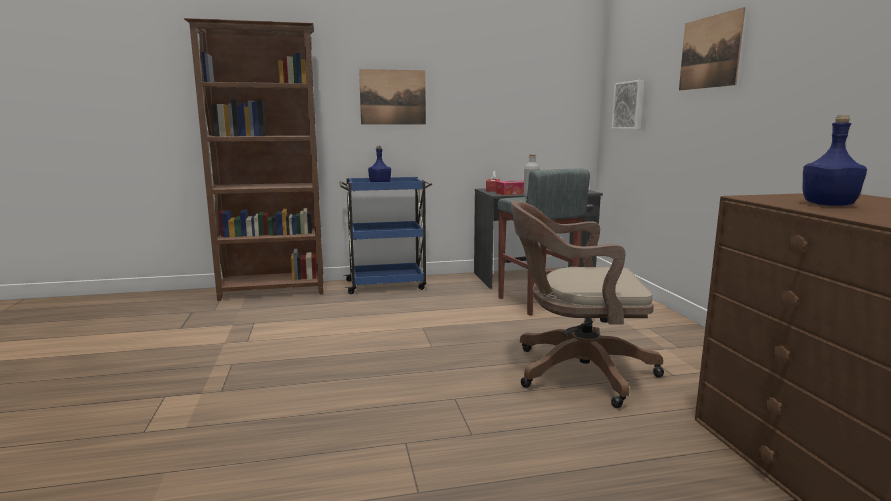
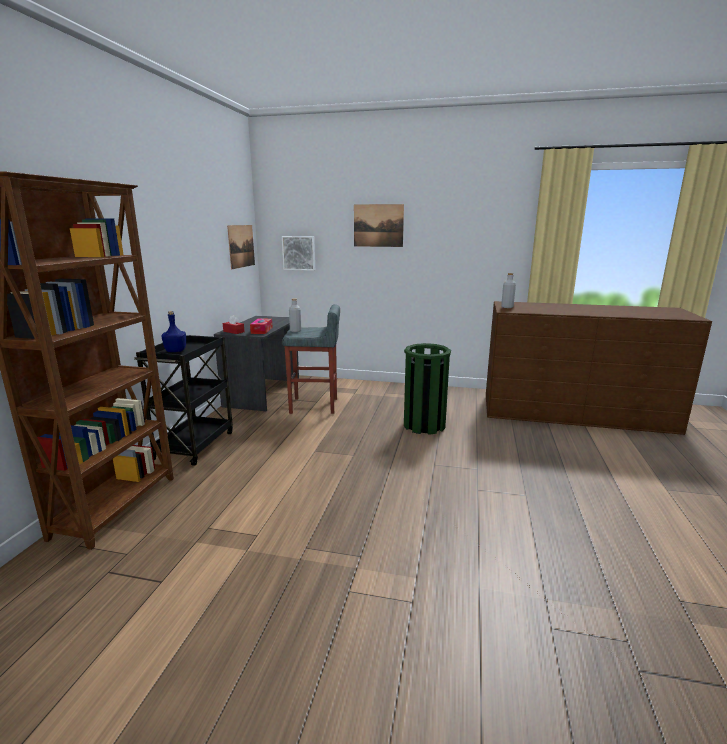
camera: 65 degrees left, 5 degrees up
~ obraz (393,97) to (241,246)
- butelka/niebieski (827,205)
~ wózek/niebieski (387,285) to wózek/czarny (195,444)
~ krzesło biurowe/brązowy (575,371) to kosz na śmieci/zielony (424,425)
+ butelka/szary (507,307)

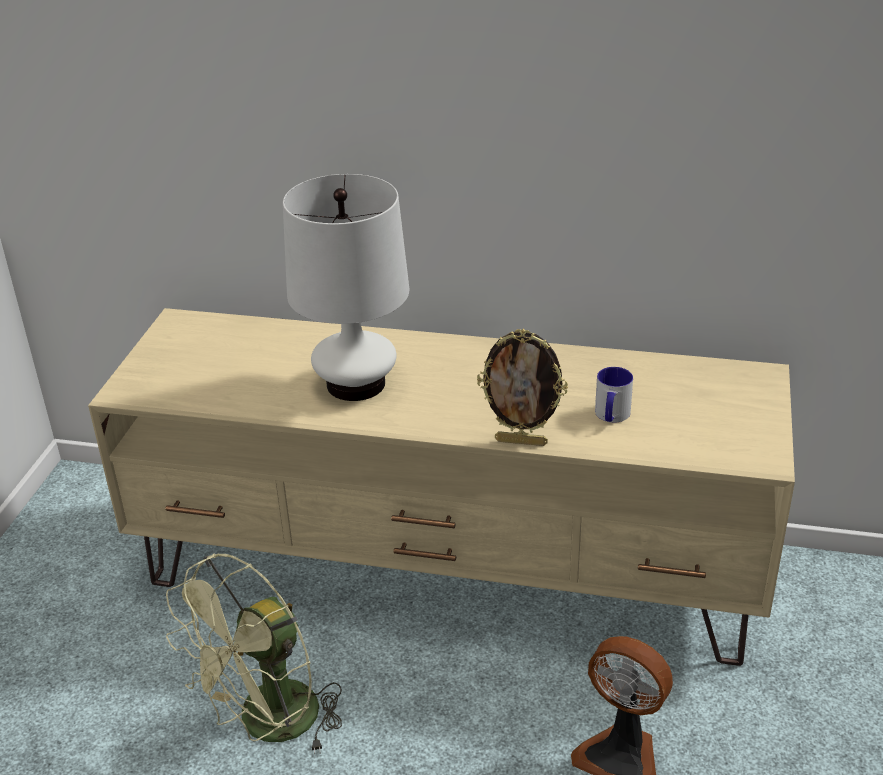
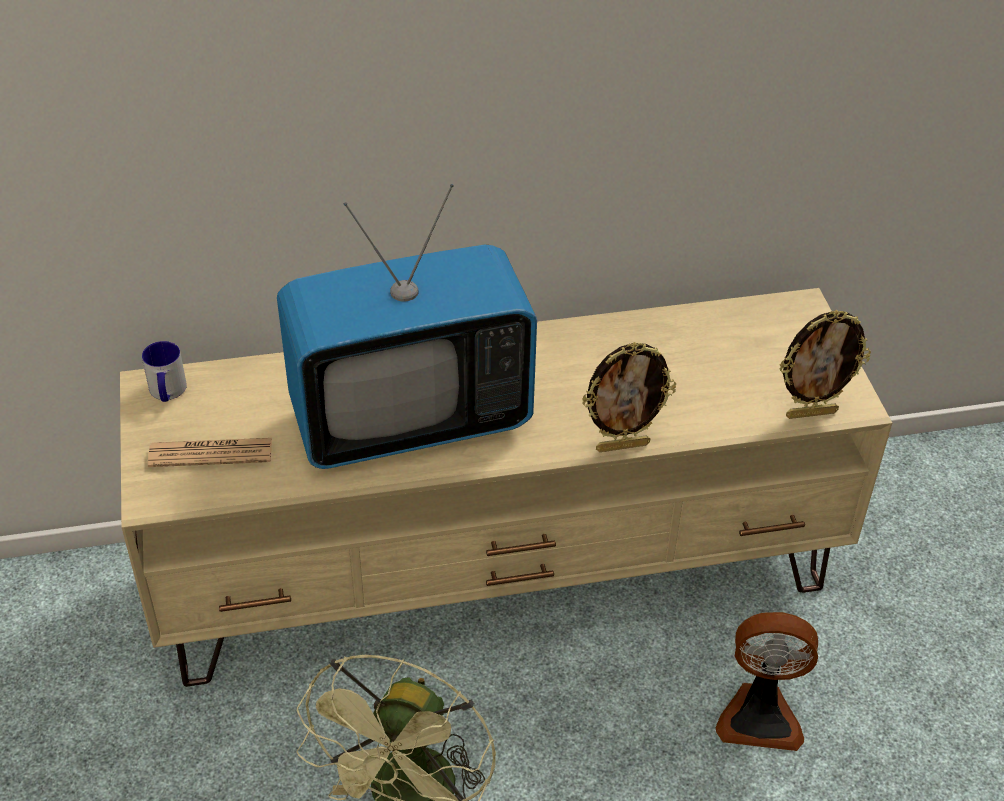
camera: 25 degrees left, 10 degrees up
~ lampa stołowa/biały (356,384) to telewizor (410,419)
~ kubek (611,416) to (167,392)
+ ramka na zdjęcie (811,413)
+ gazeta (211,453)

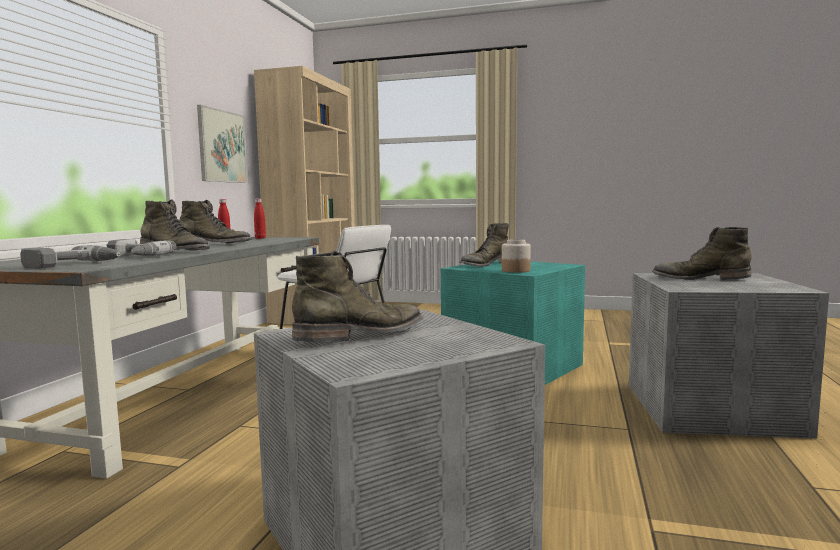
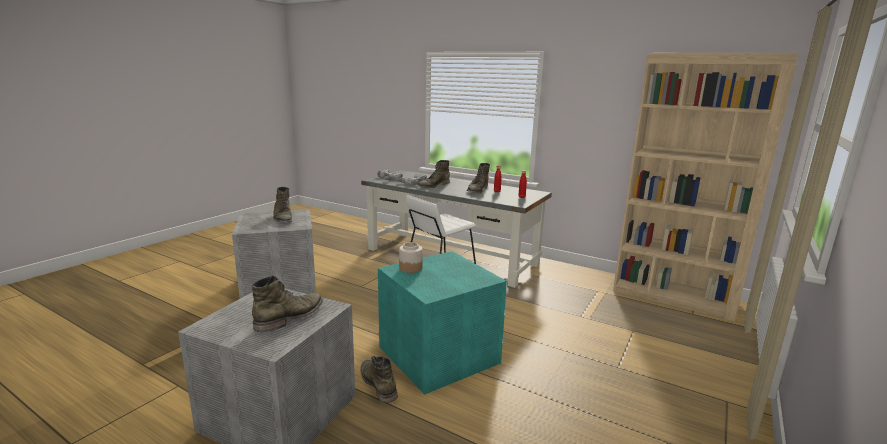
camera: 105 degrees right, 10 degrees up
- obraz (222,146)
~ but z cholewką/zielony (484,264) to (378,384)

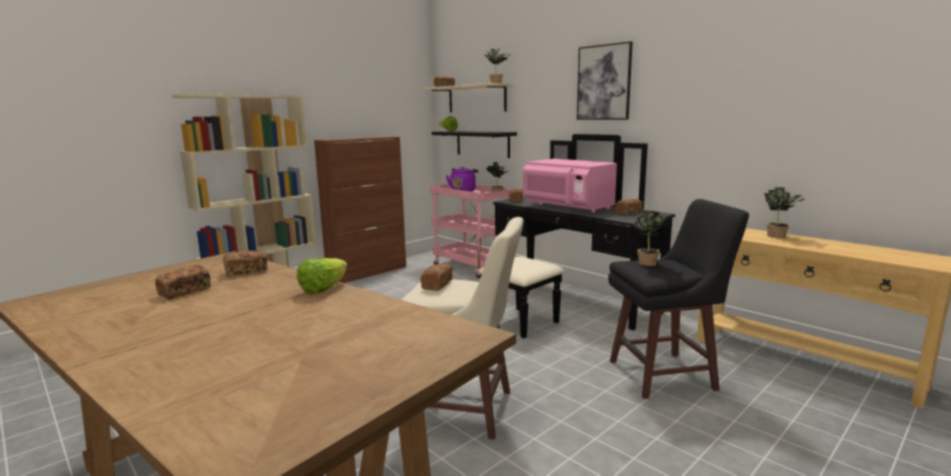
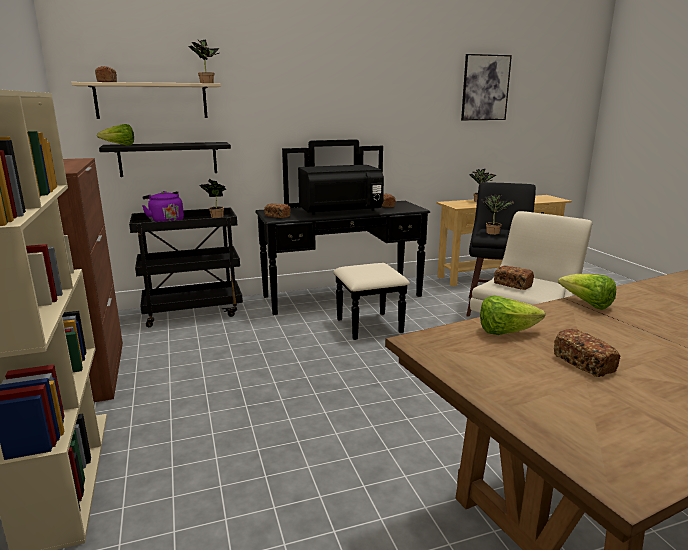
camera: 65 degrees left, 5 degrees up
~ obraz (604,82) to (485,88)
~ mikrofalówka/różowy (567,207) to mikrofalówka/czarny (340,211)
~ wózek/różowy (472,267) to wózek/czarny (194,312)
~ chleb (246,271) to sałata (506,332)

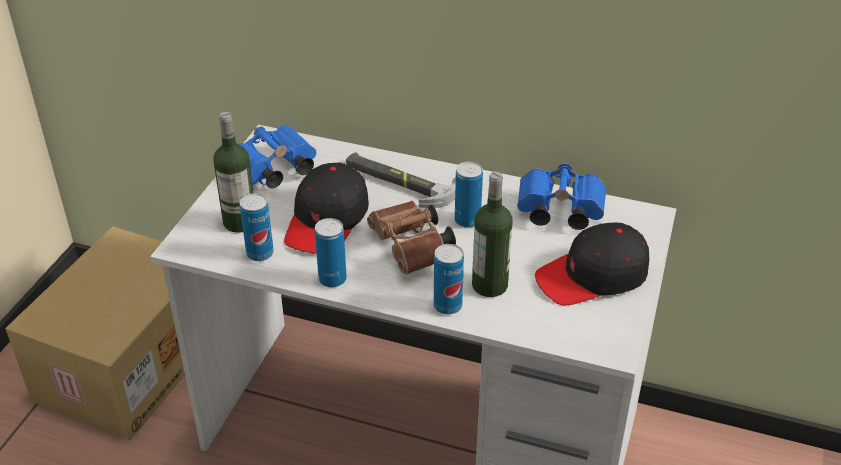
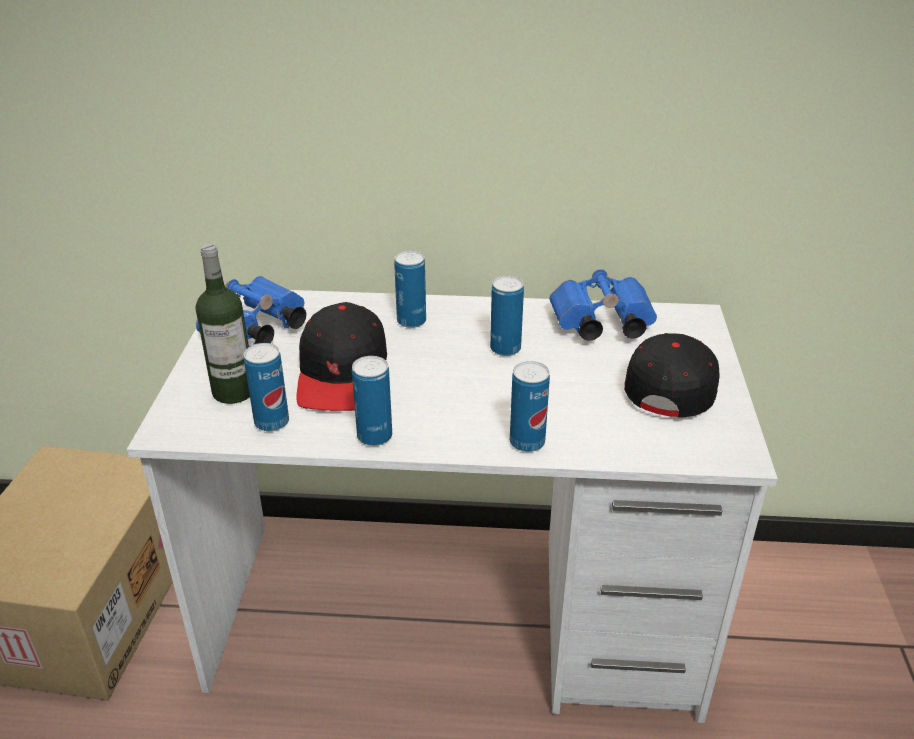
camera: 15 degrees left, 5 degrees down
~ młotek (401,182) to puszka (411,321)
- butelka (489,285)
- lornetka/brązowy (412,250)
~ czapka z daszkiem/czarny (592,276) = (673,384) 150 degrees clockwise

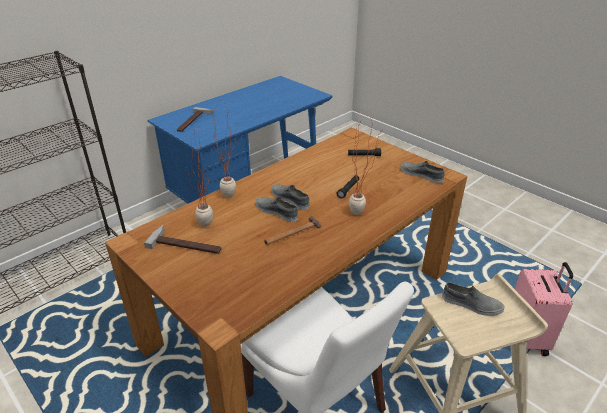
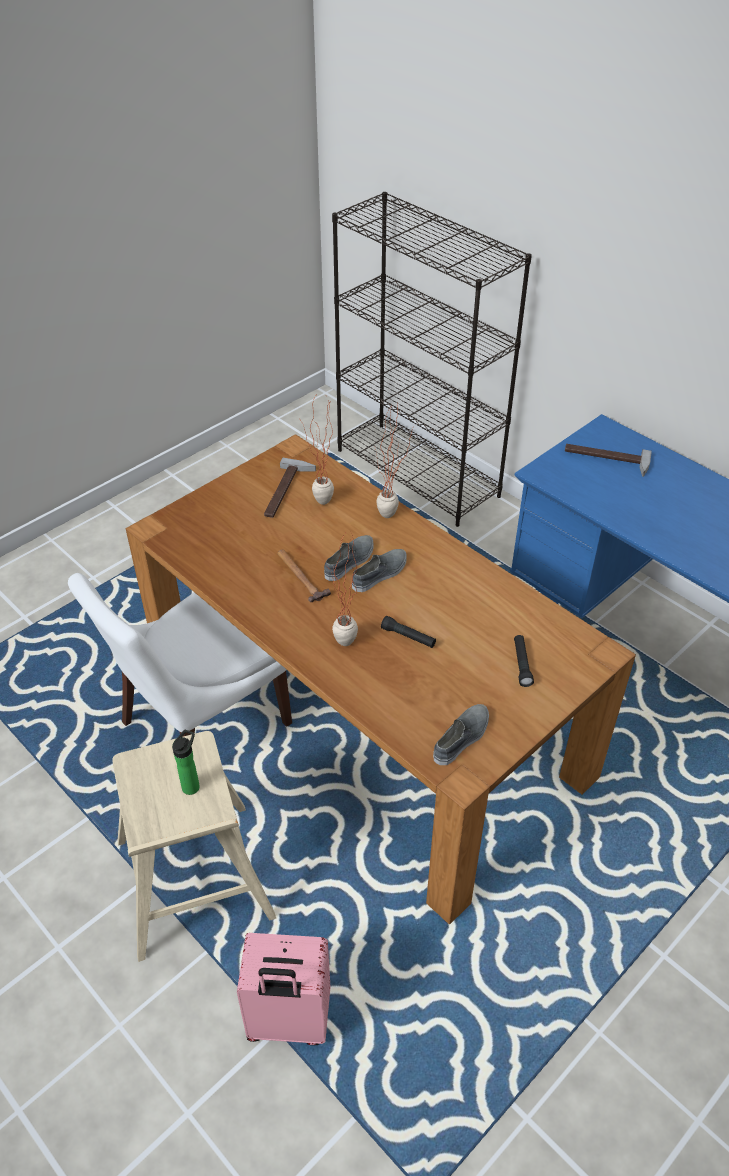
camera: 90 degrees right, 10 degrees up
~ but/szary (471,304) to butelka (192,785)

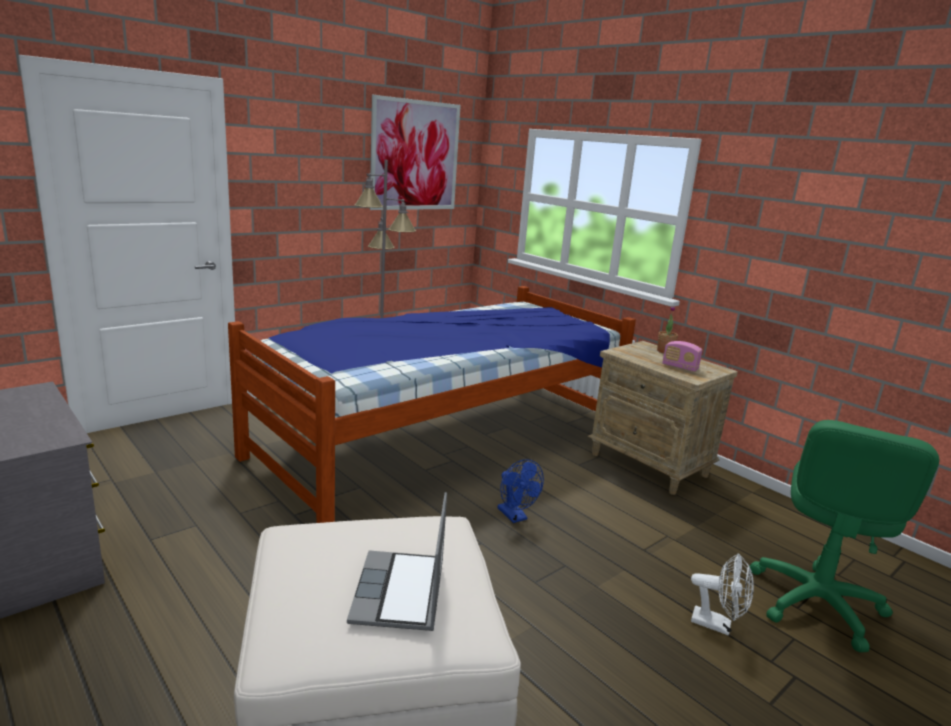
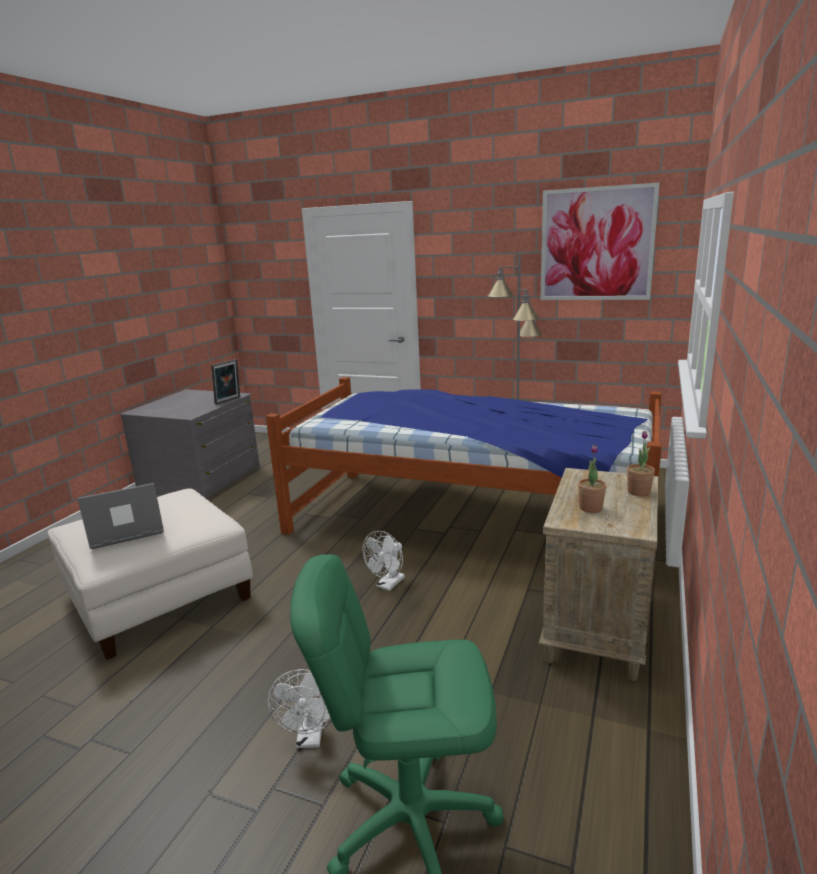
camera: 65 degrees right, 0 degrees up
~ radio (680,367) to roślina doniczkowa (590,508)
~ wentylator/niebieski (515,517) to wentylator/biały (388,585)
+ ramka na zdjęcie (229,401)

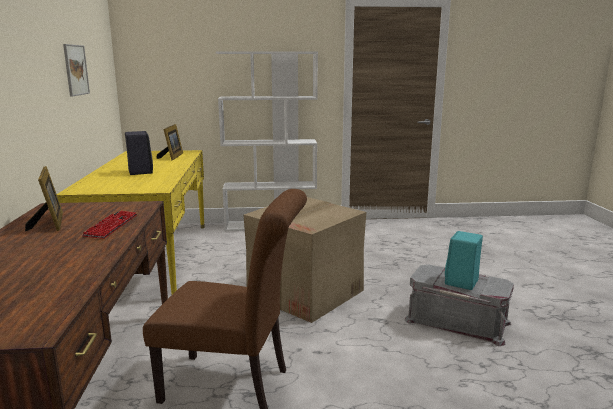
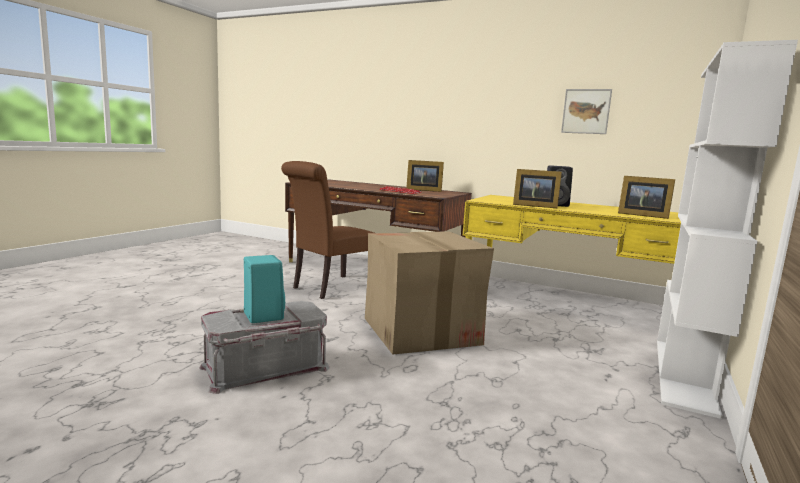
camera: 120 degrees right, 5 degrees down
+ ramka na zdjęcie (533,205)

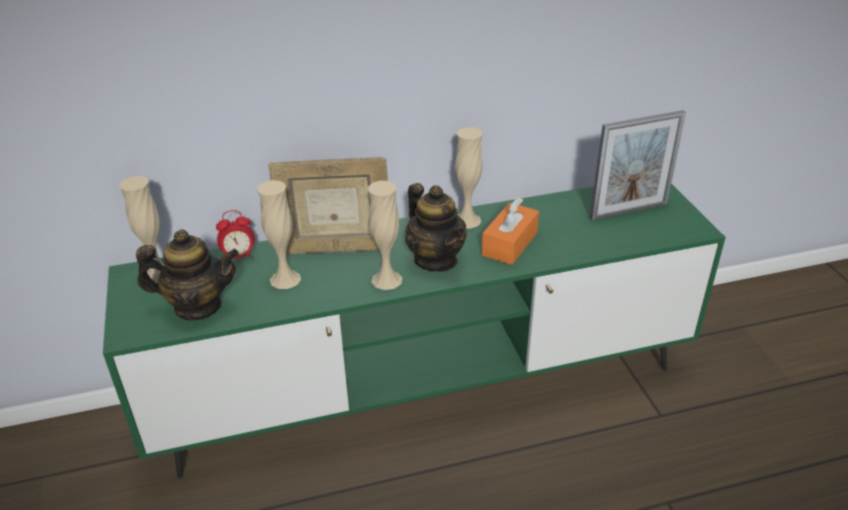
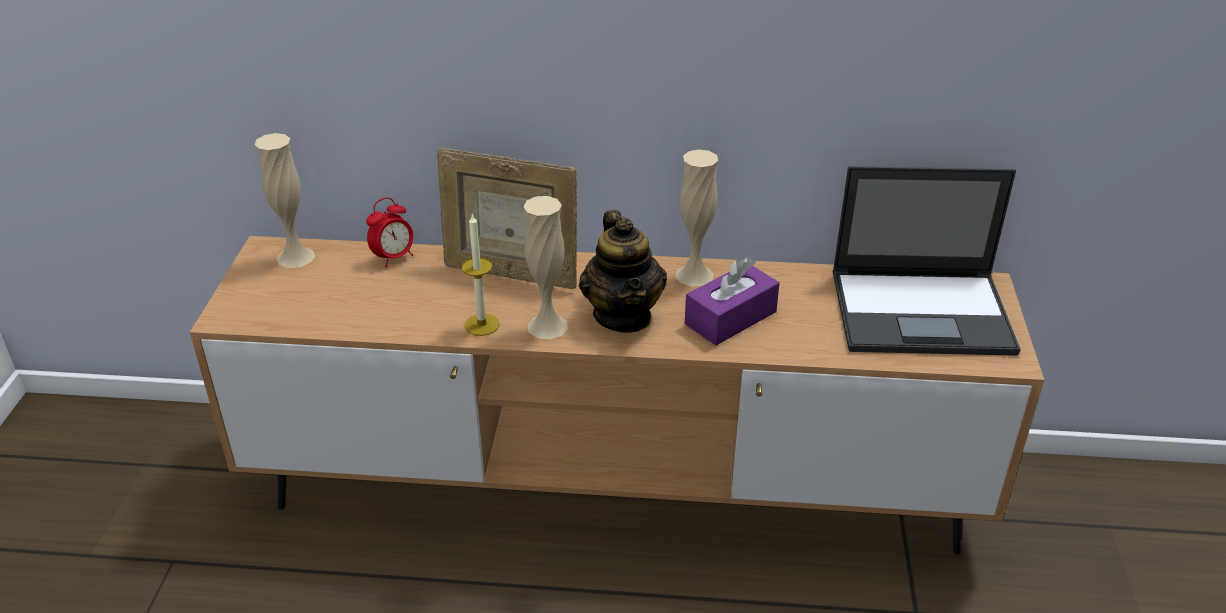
camera: 20 degrees right, 0 degrees up
~ ramka na zdjęcie (628,211) to laptop (923,312)
- wazon/beżowy (285,279)
~ szafka pod telewizor/zielony (425,391) to szafka pod telewizor/brązowy (613,490)
~ pudełko chusteczek/pomarańczowy (509,244) to pudełko chusteczek/fioletowy (730,318)
~ budzik (239,257) = (394,257) 45 degrees counterclockwise
- imbryk (198,306)
+ świeca (482,325)

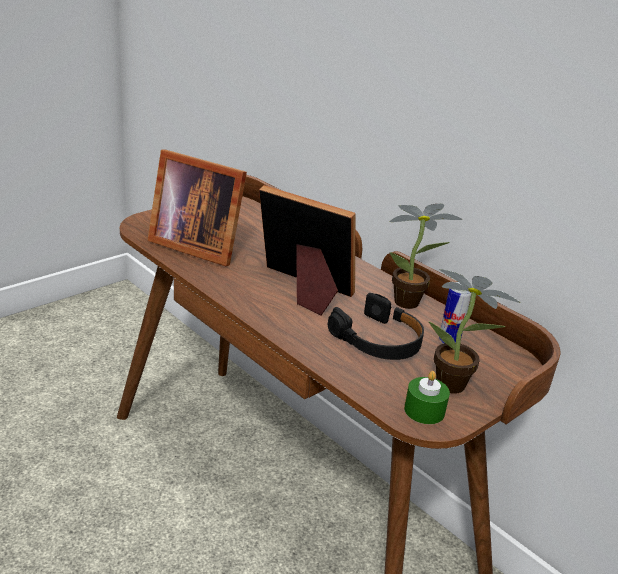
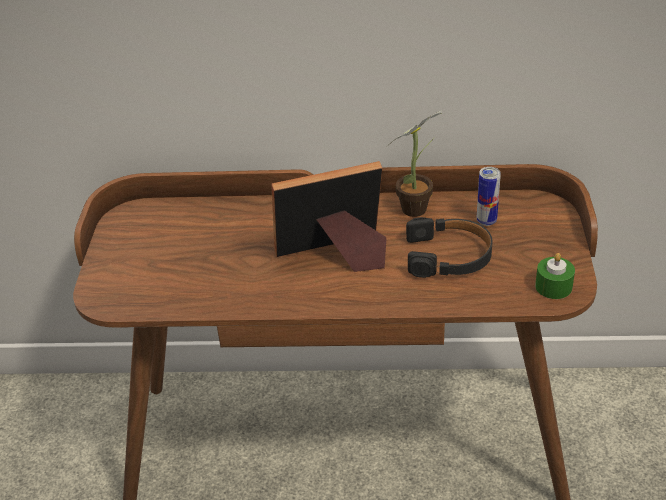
camera: 40 degrees left, 10 degrees up
- ramka na zdjęcie (195,245)
- roślina doniczkowa (455,387)

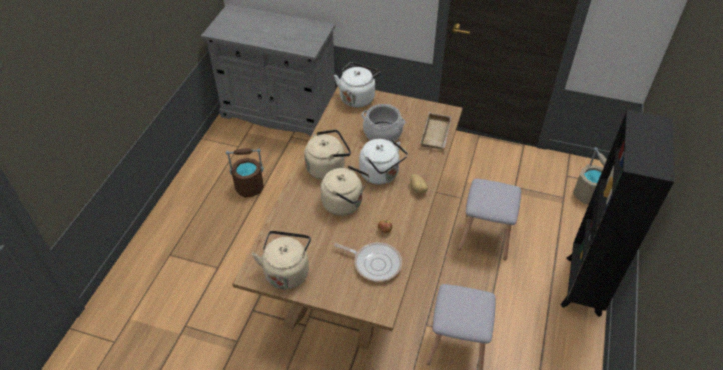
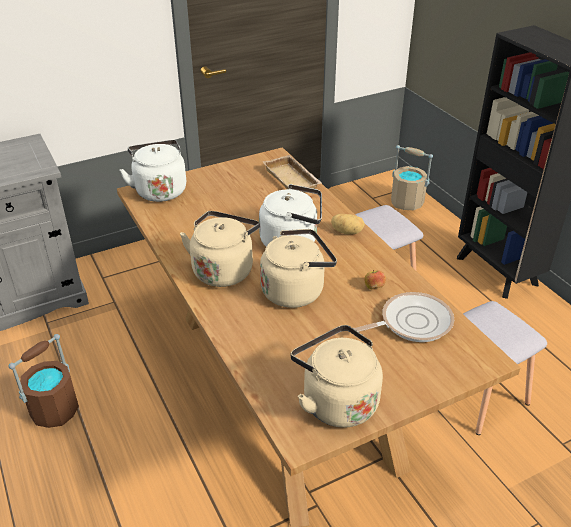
camera: 45 degrees left, 10 degrees down
- garnek (382,133)

